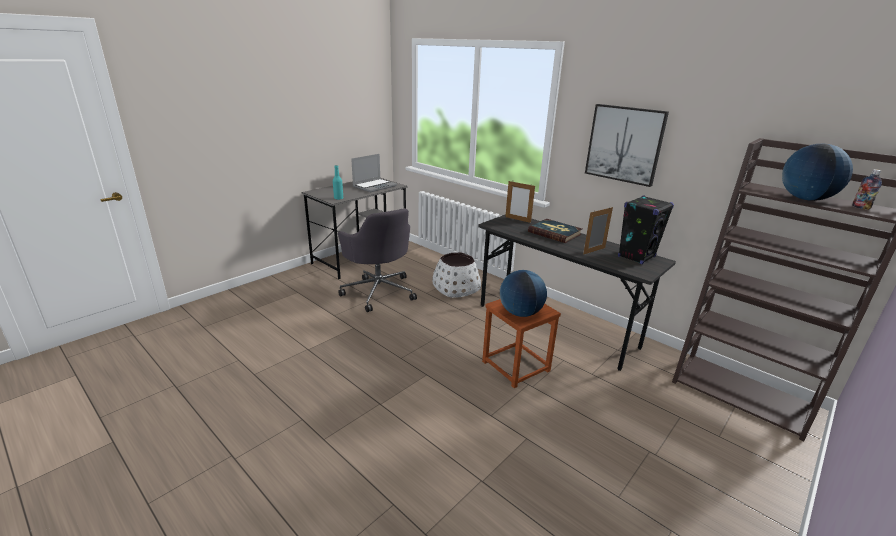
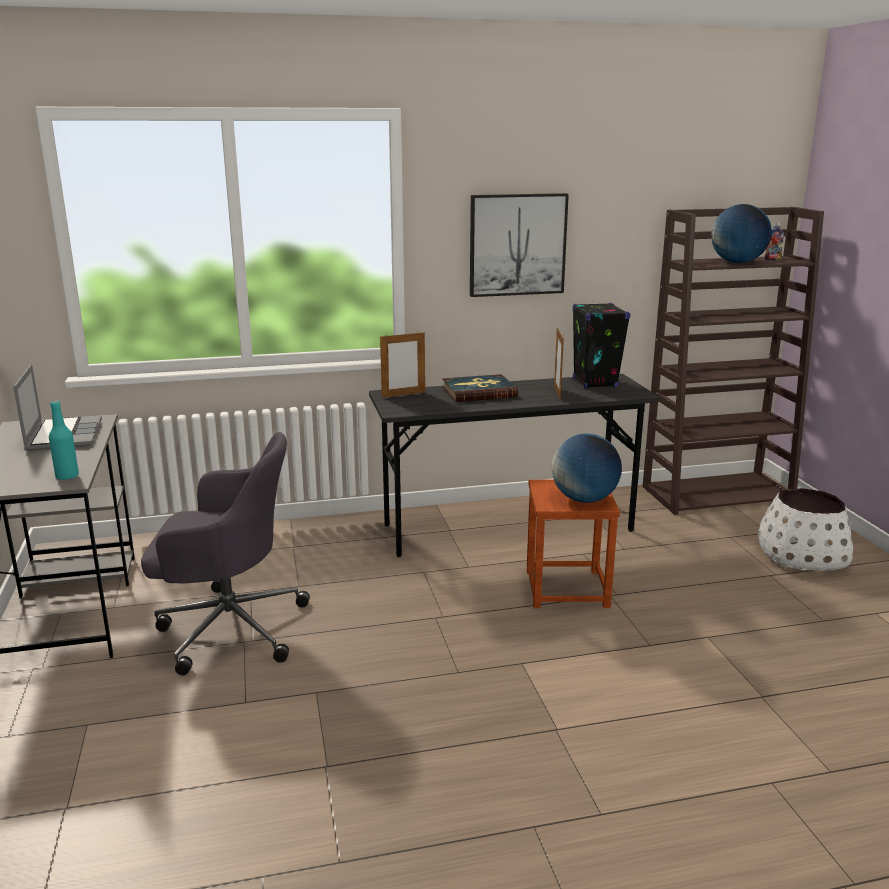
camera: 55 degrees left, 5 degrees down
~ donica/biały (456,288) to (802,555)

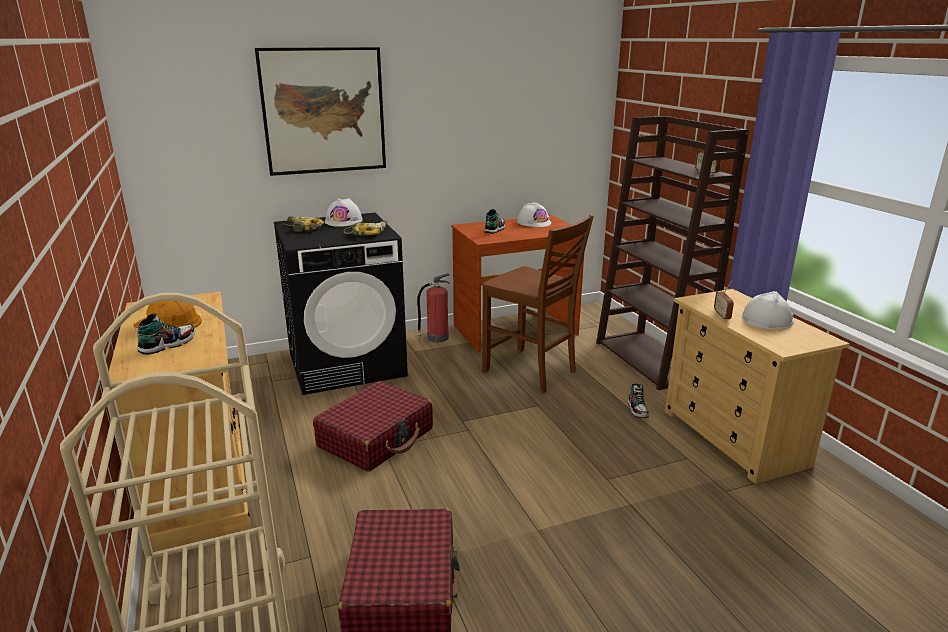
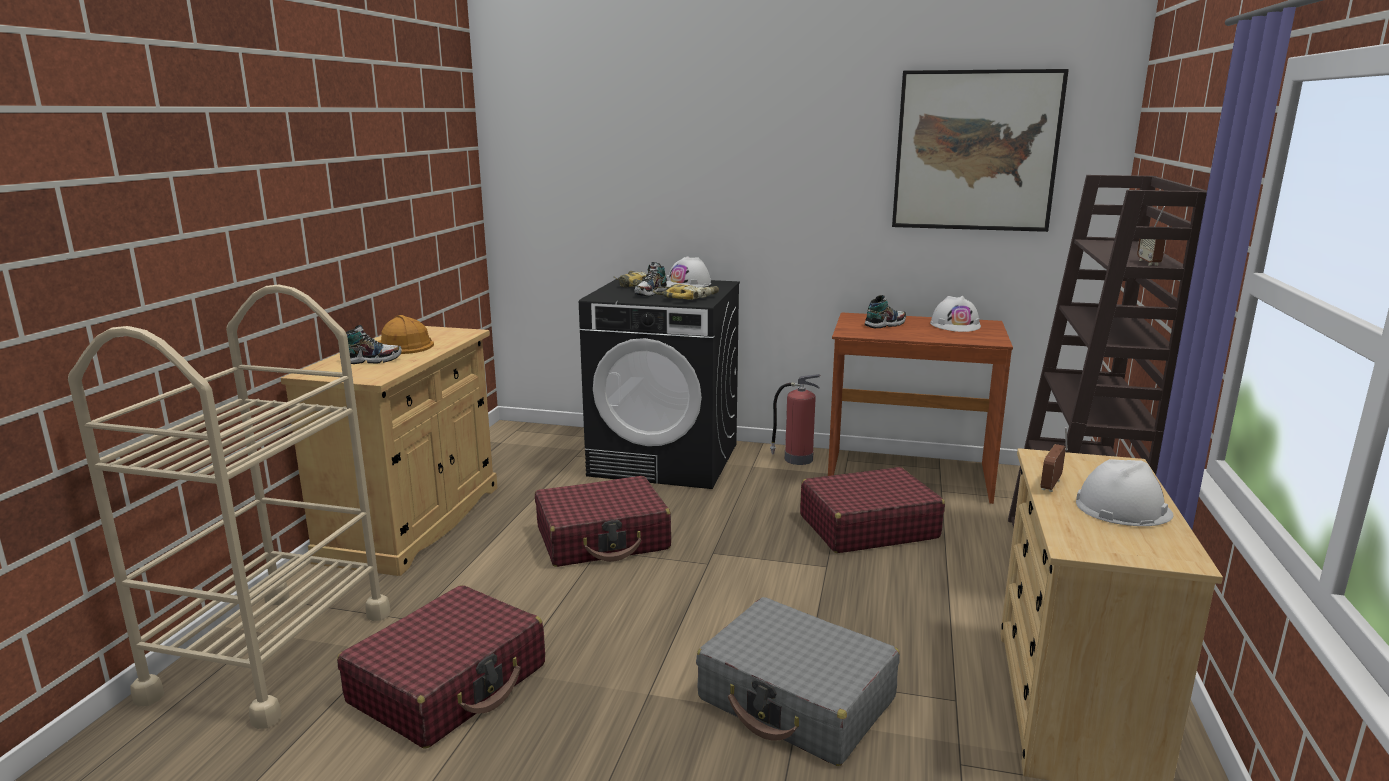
camera: 35 degrees right, 5 degrees down
~ obraz (323,111) to (975,151)
~ krzesło/brązowy (531,371) to walizka/czerwony (867,527)
~ but (637,409) to (651,293)
+ walizka/szary (797,700)

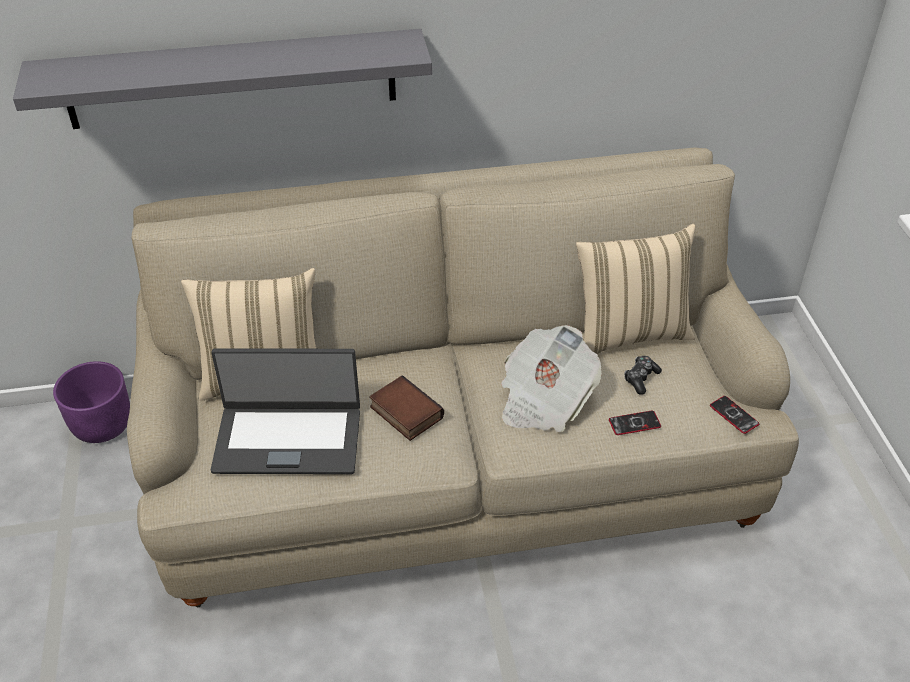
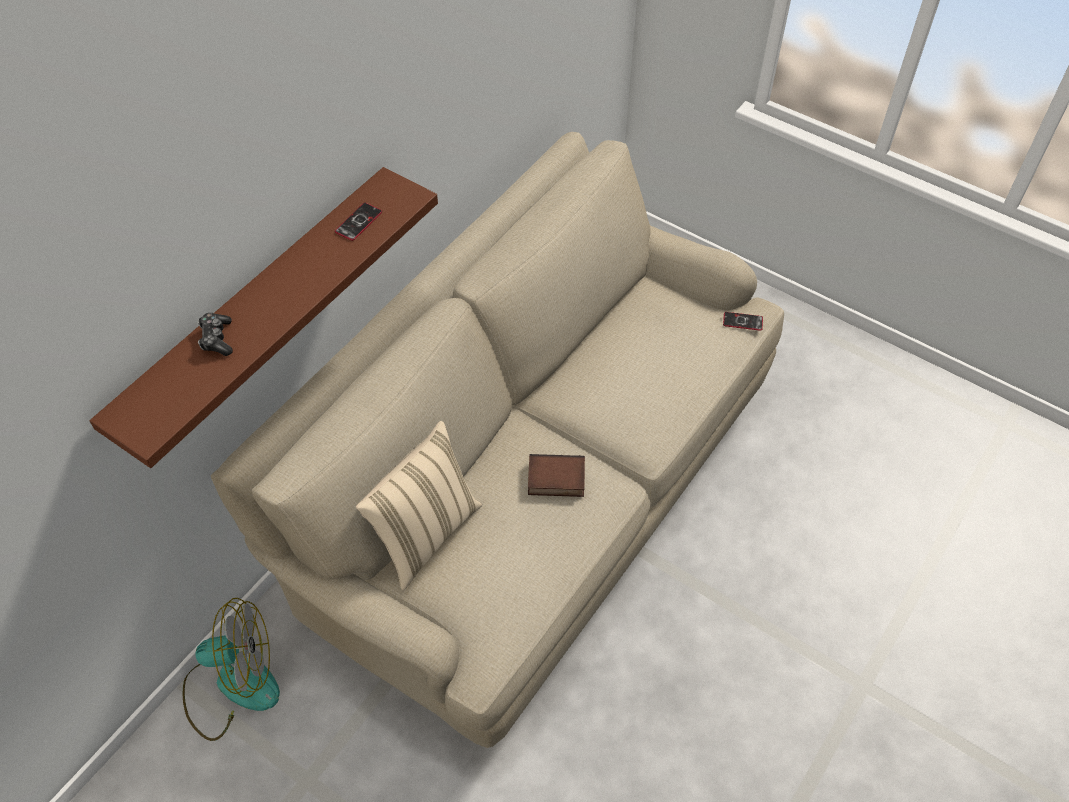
camera: 45 degrees left, 10 degrees up
~ półka/szary (232,79) to półka/brązowy (258,309)
- poduszka/beżowy (629,334)
- gazeta (544,399)
- laptop (288,439)
~ pad do gier (640,378) to (217,339)
~ donica/fioletowy (102,425) to wentylator (232,685)
~ telefon (634,423) to (358,222)

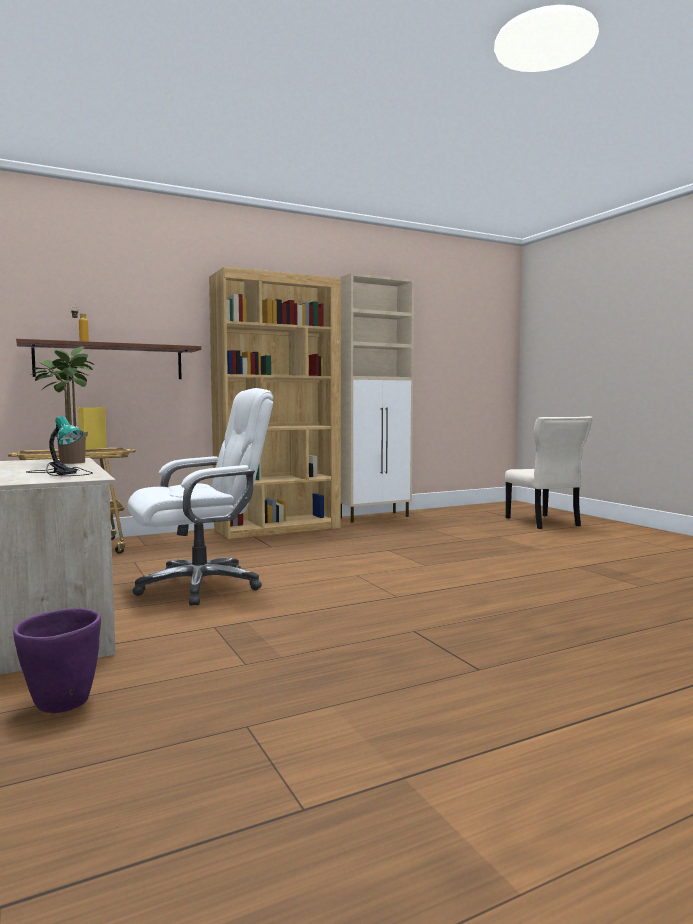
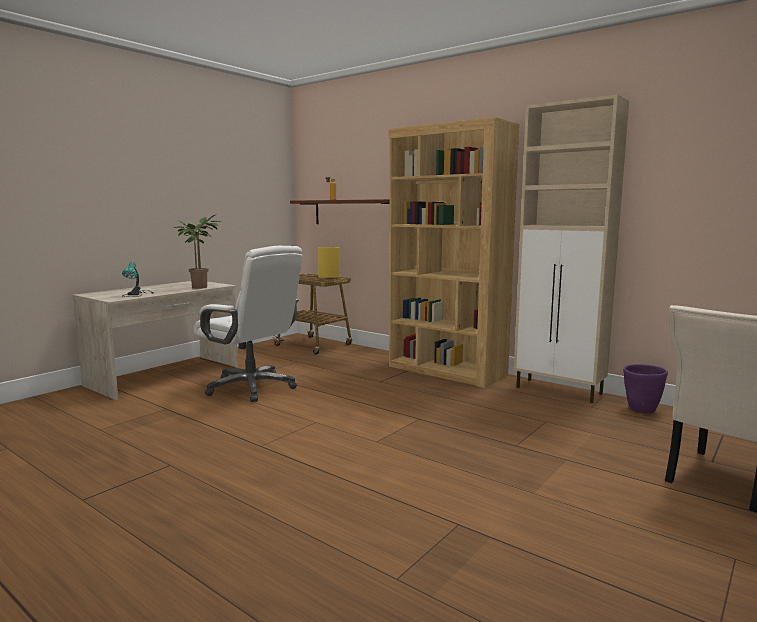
camera: 65 degrees right, 5 degrees up
~ donica/fioletowy (61,704) to (641,410)

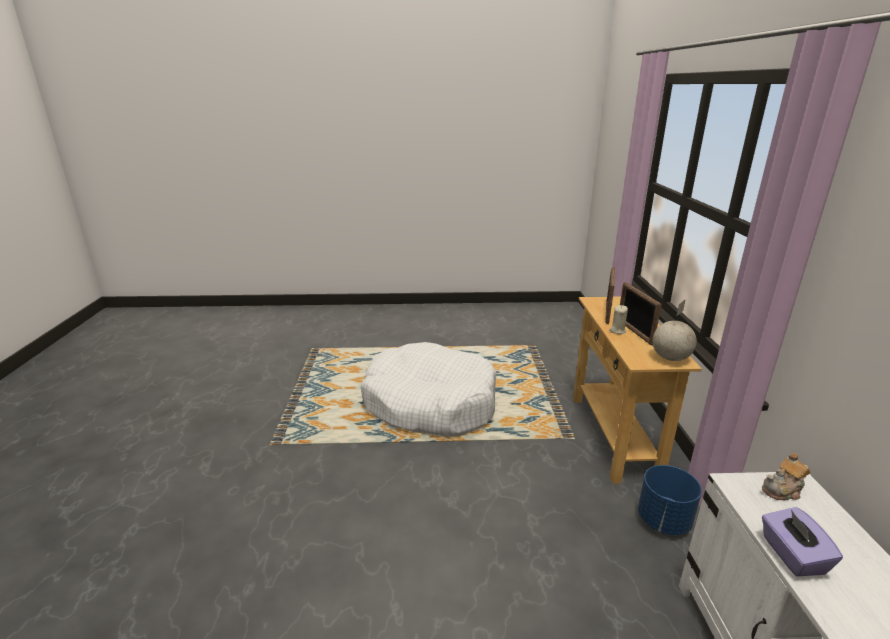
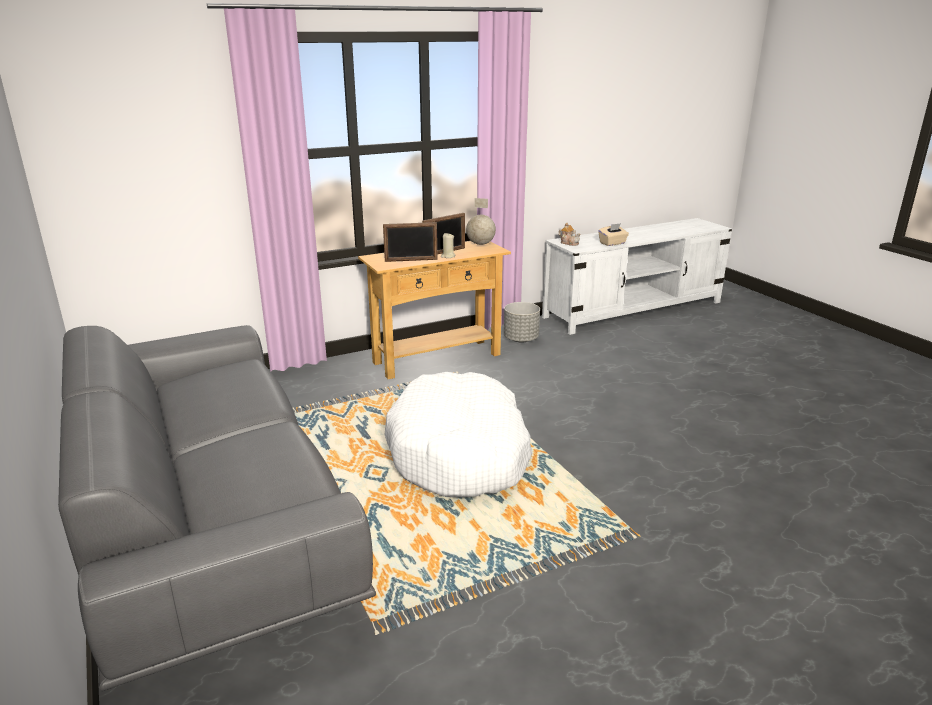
camera: 115 degrees left, 0 degrees up
~ donica/niebieski (663,521) to donica/szary (521,339)
~ pudełko chusteczek/fioletowy (791,555) to pudełko chusteczek/beżowy (612,243)
+ kanapa/szary (212,526)

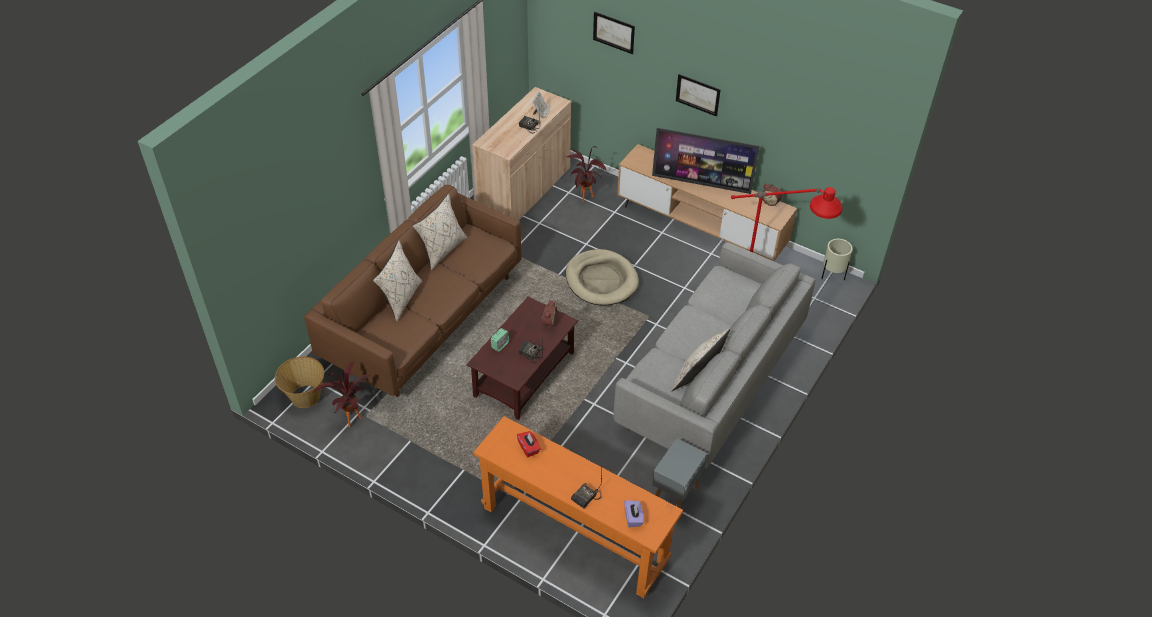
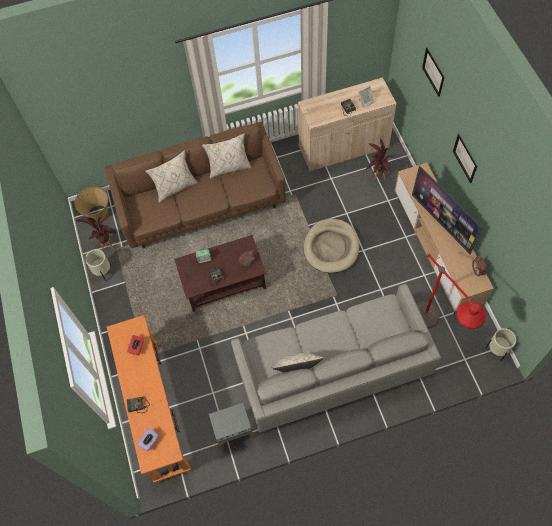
camera: 45 degrees right, 15 degrees up
+ donica/beżowy (103,272)

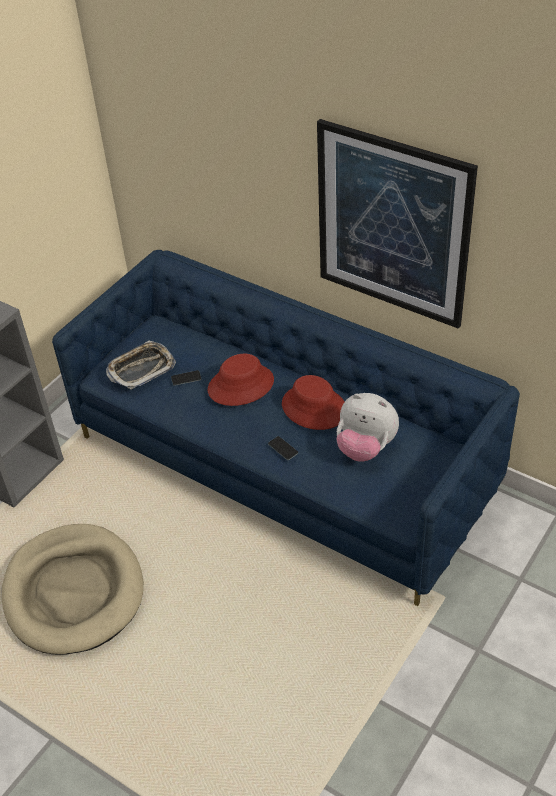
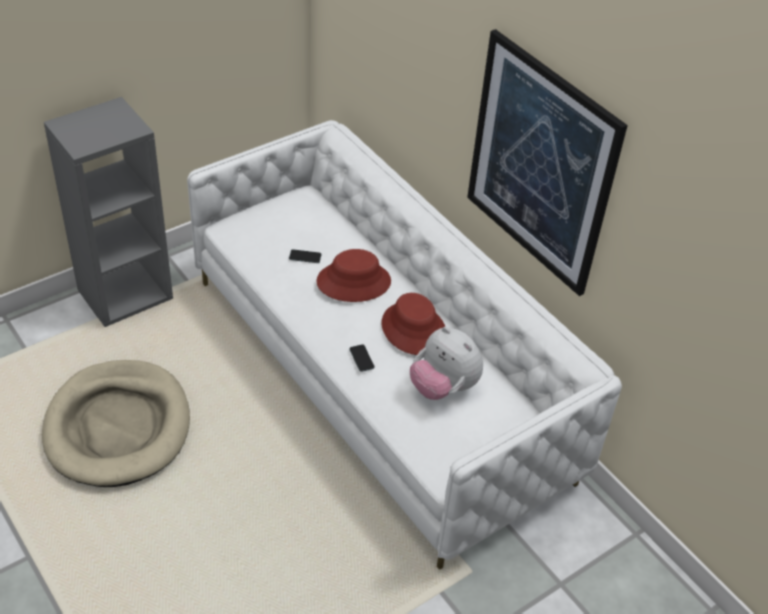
camera: 15 degrees right, 0 degrees up
~ kanapa/niebieski (283,464) to kanapa/biały (379,378)
- taca (141,369)

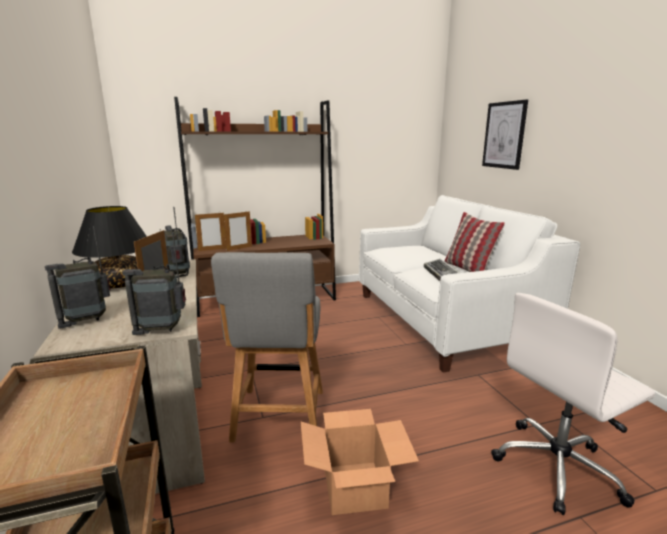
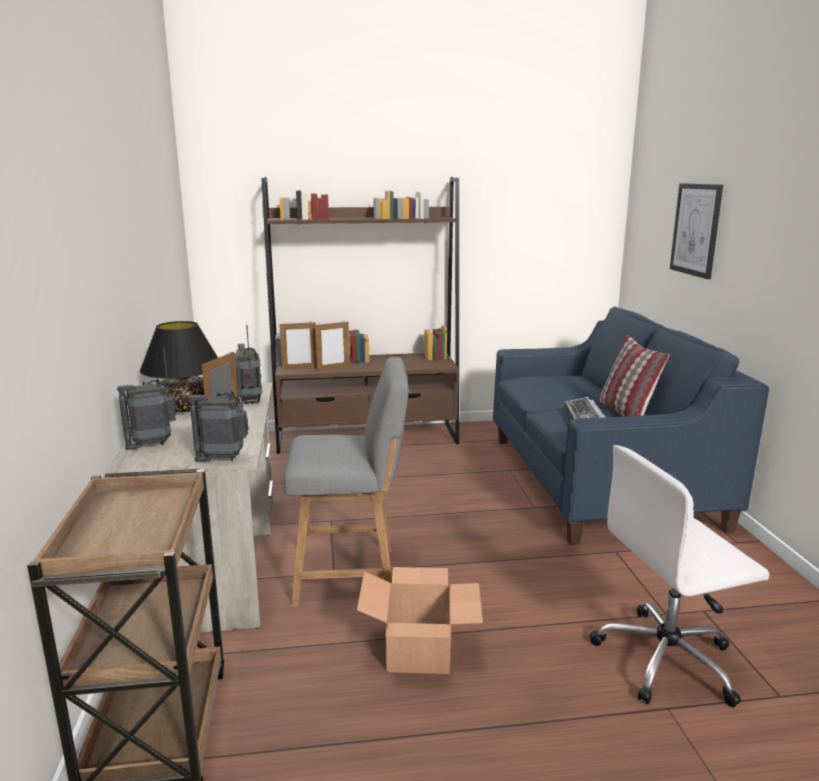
camera: 10 degrees right, 0 degrees up
~ kanapa/biały (443,320) to kanapa/niebieski (598,480)
~ krzesło/szary (279,418) = (352,575) 105 degrees counterclockwise

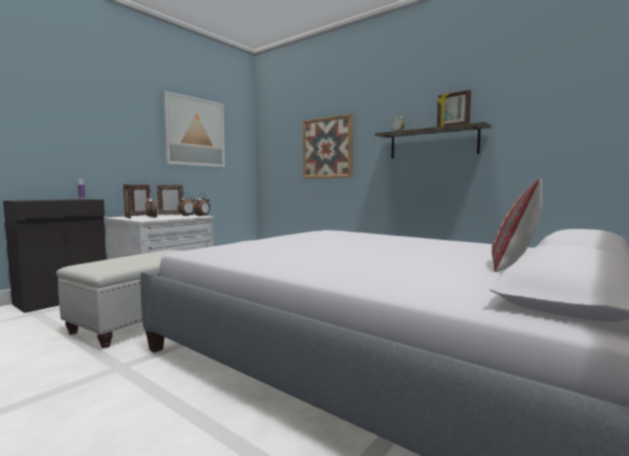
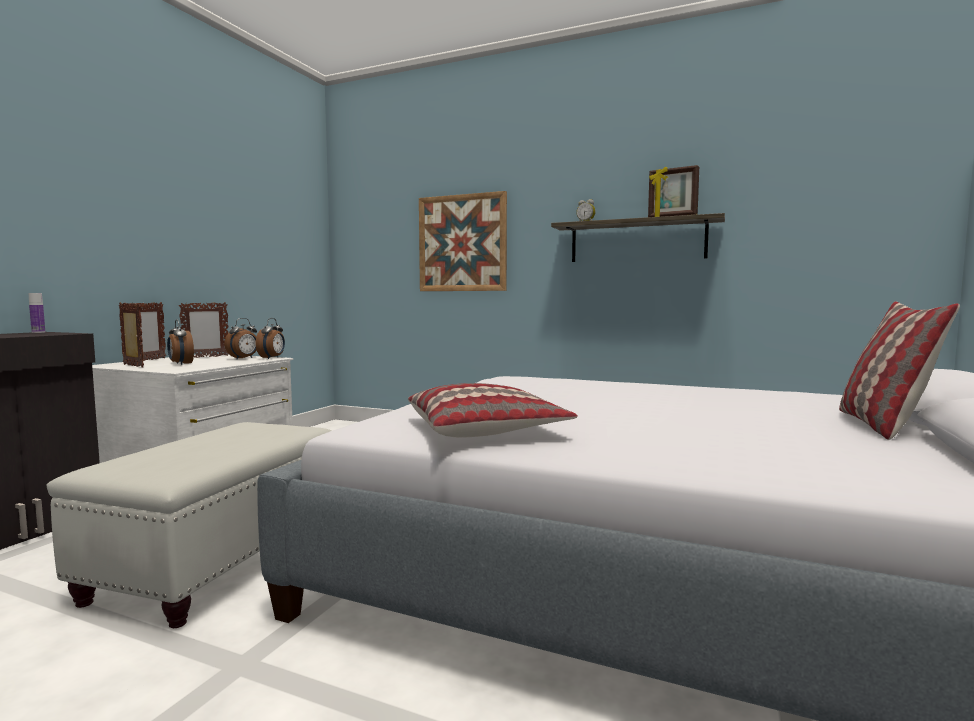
camera: 15 degrees left, 0 degrees up
- obraz (195,132)
+ poduszka (486,430)

